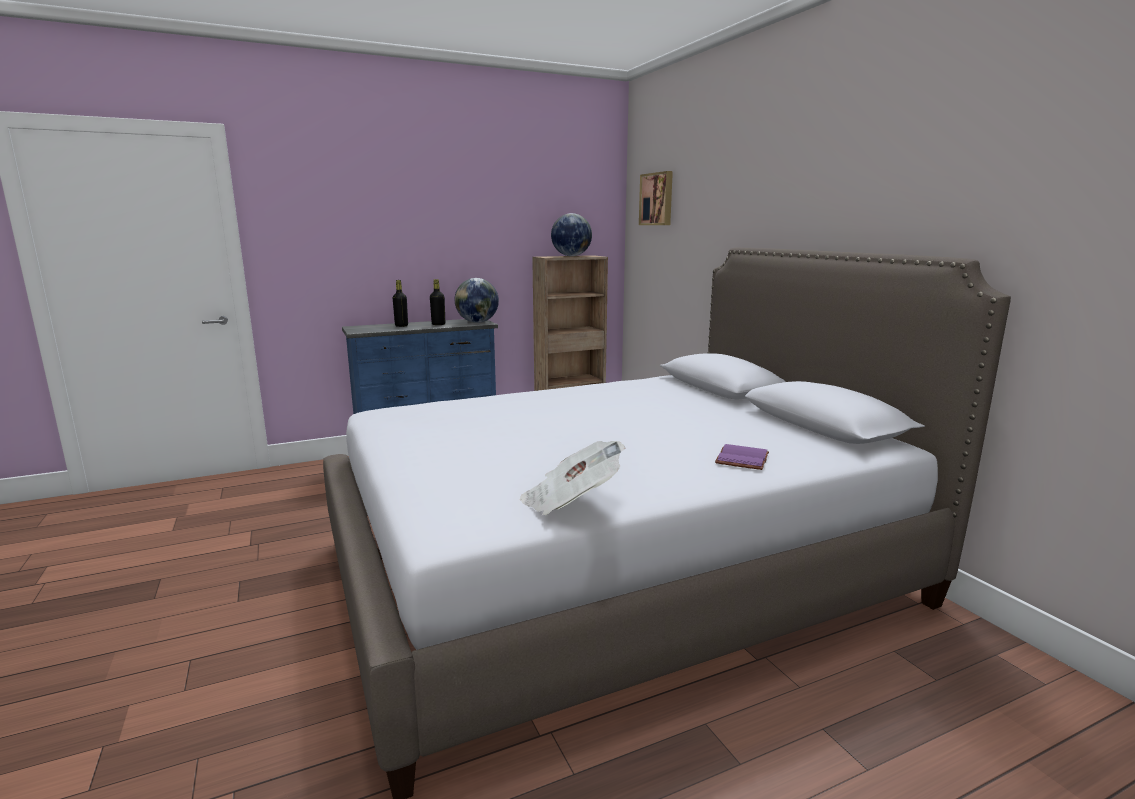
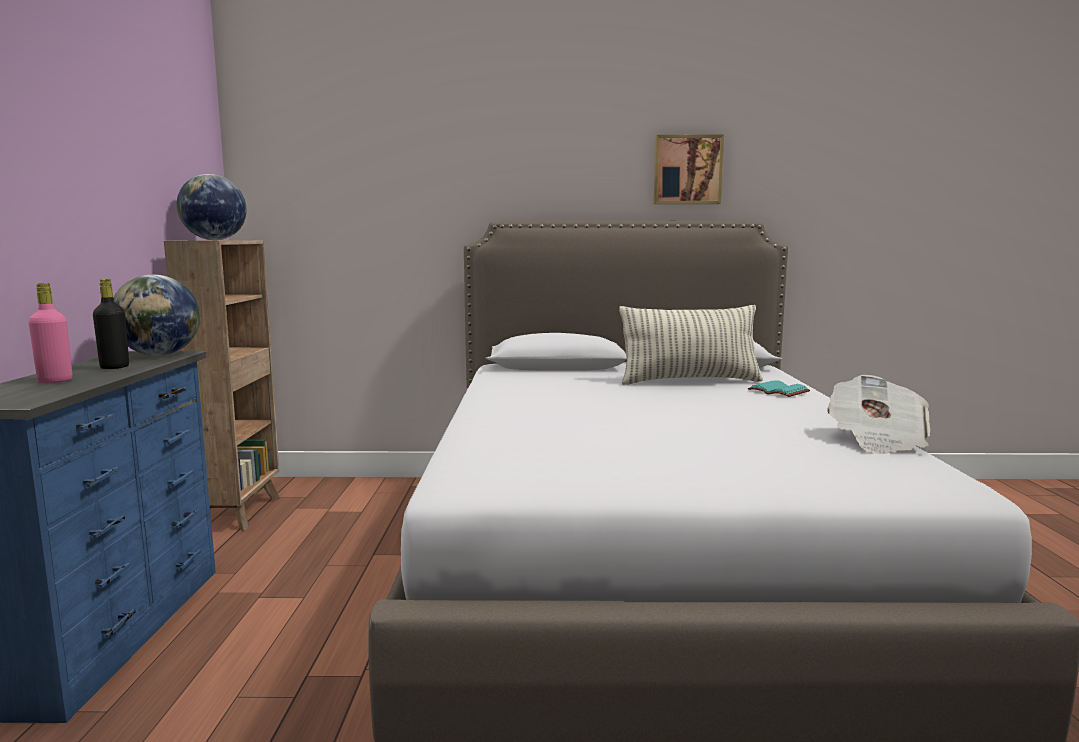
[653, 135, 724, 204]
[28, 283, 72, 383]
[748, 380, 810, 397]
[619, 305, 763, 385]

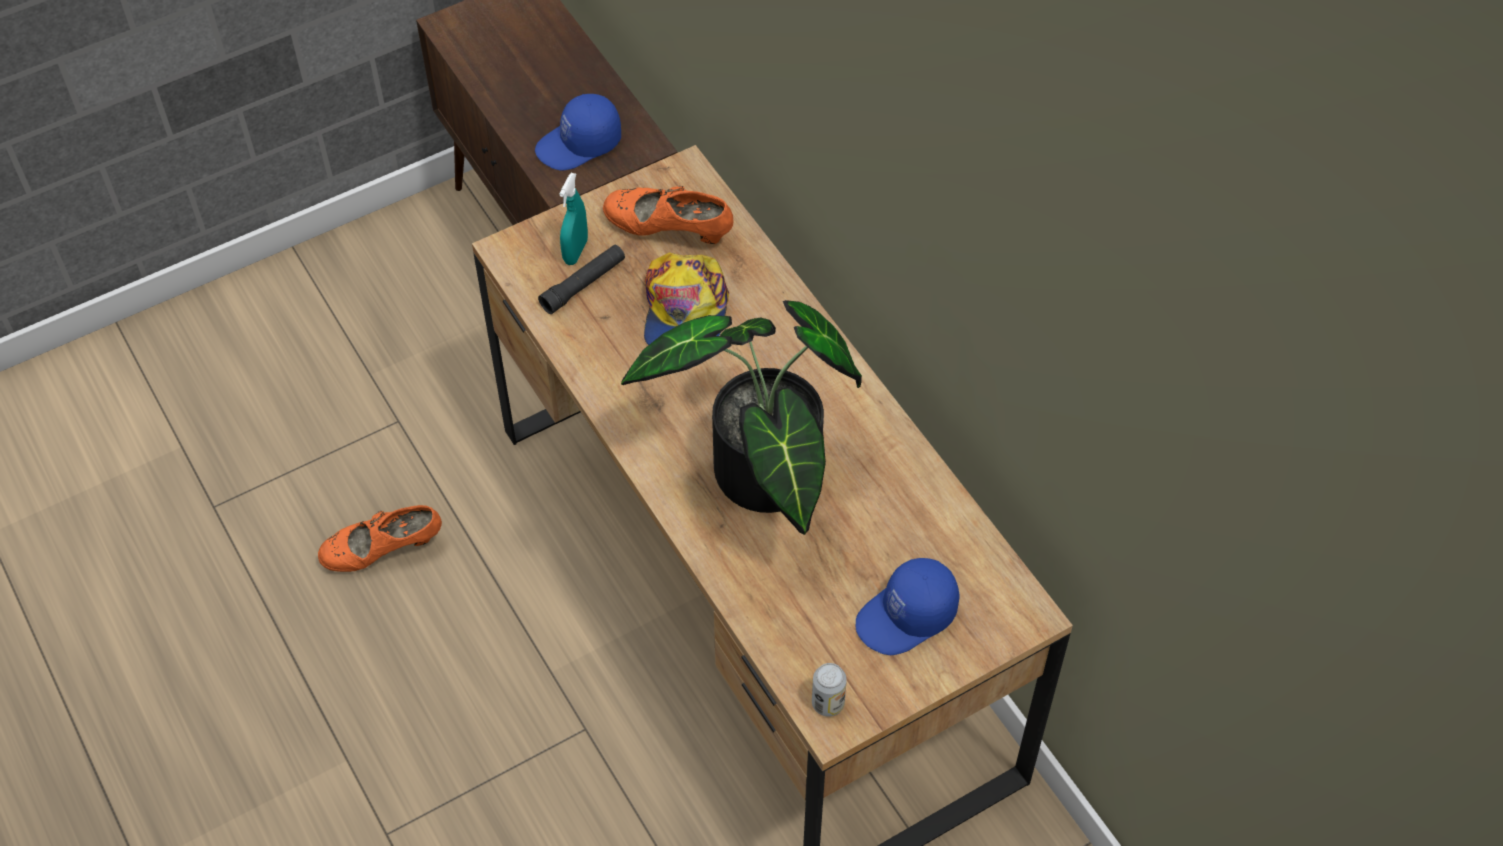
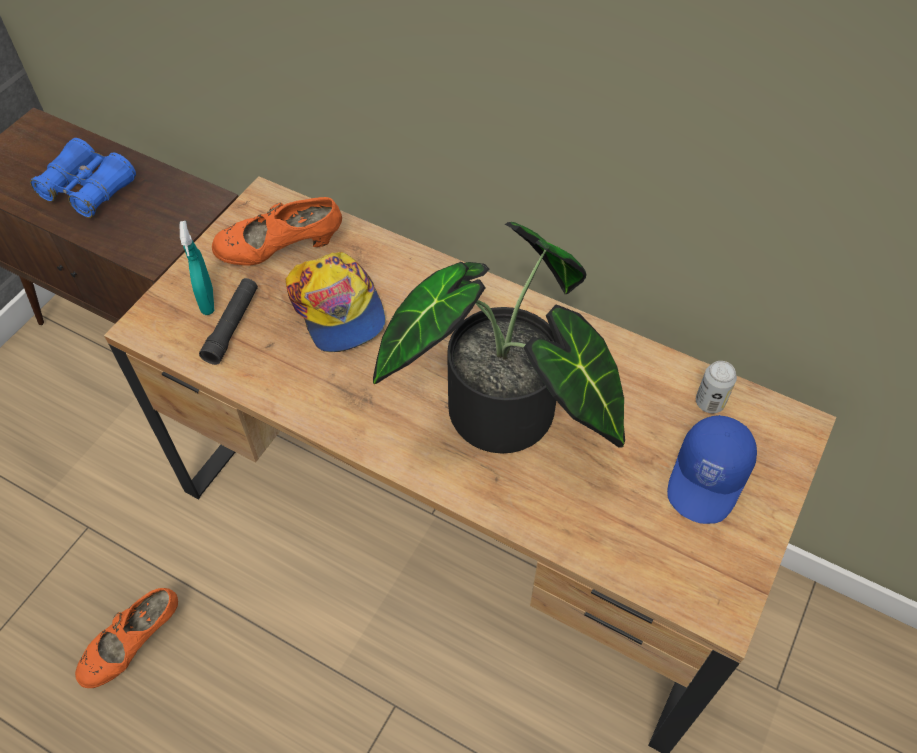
[535, 94, 621, 171] (first image)
[696, 361, 737, 413]
[30, 138, 136, 218]

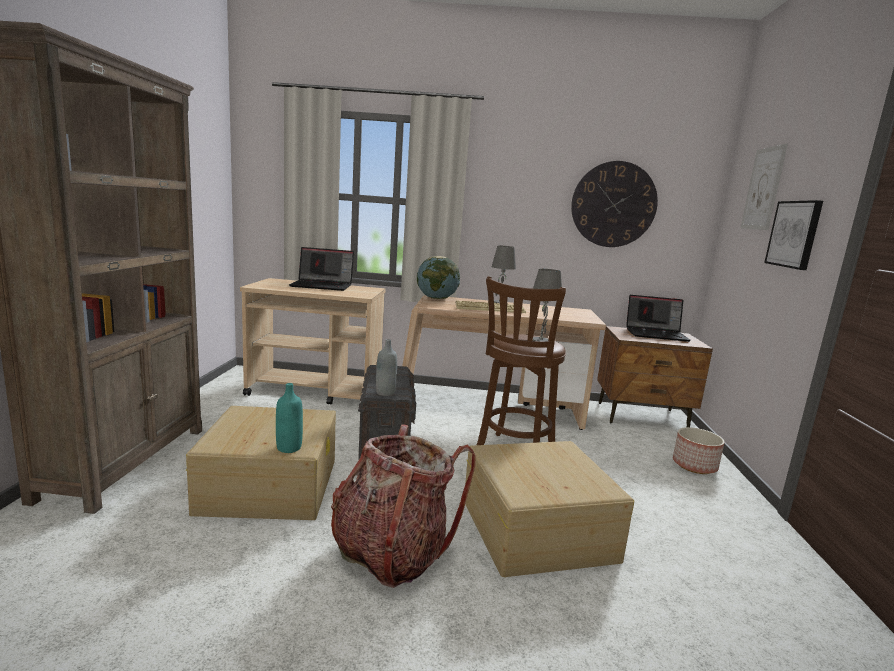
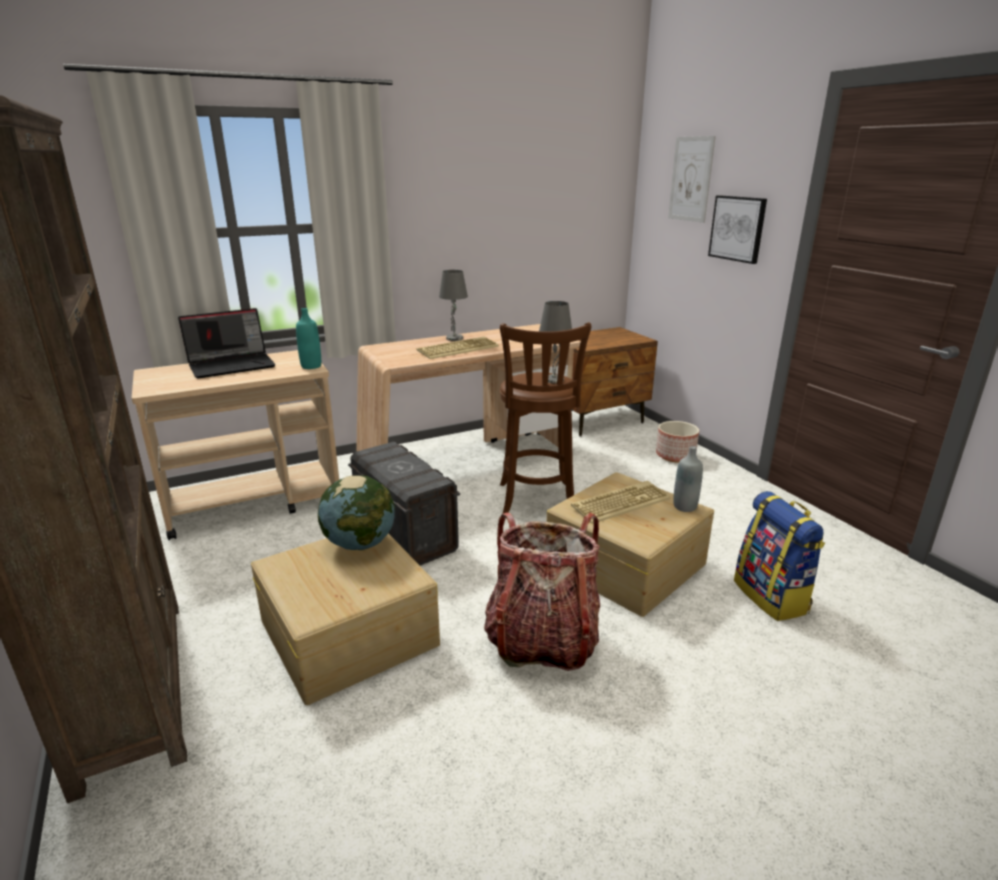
[571, 161, 658, 247] (first image)
[318, 475, 395, 550]
[626, 295, 691, 342] (first image)
[673, 446, 703, 512]
[296, 308, 321, 369]
[571, 481, 670, 524]
[734, 491, 825, 621]

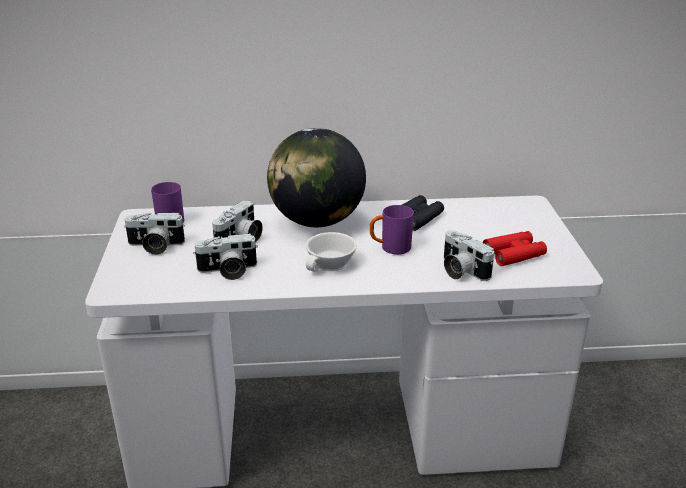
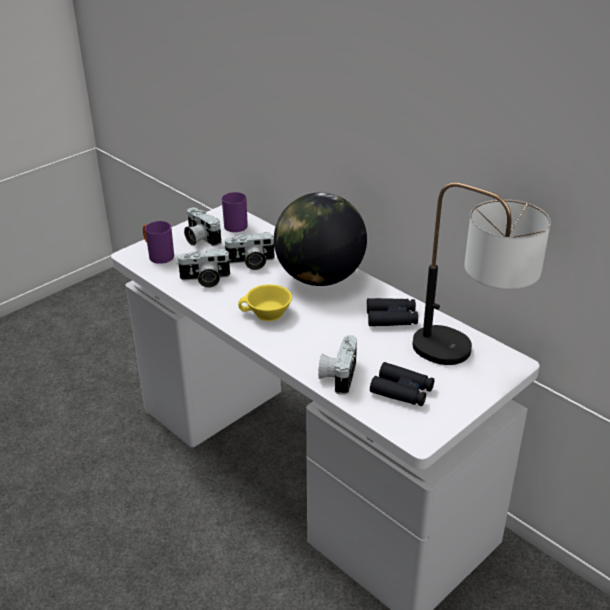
[143, 221, 174, 264]
[370, 362, 434, 406]
[238, 284, 292, 321]
[177, 249, 231, 288]
[413, 182, 551, 365]

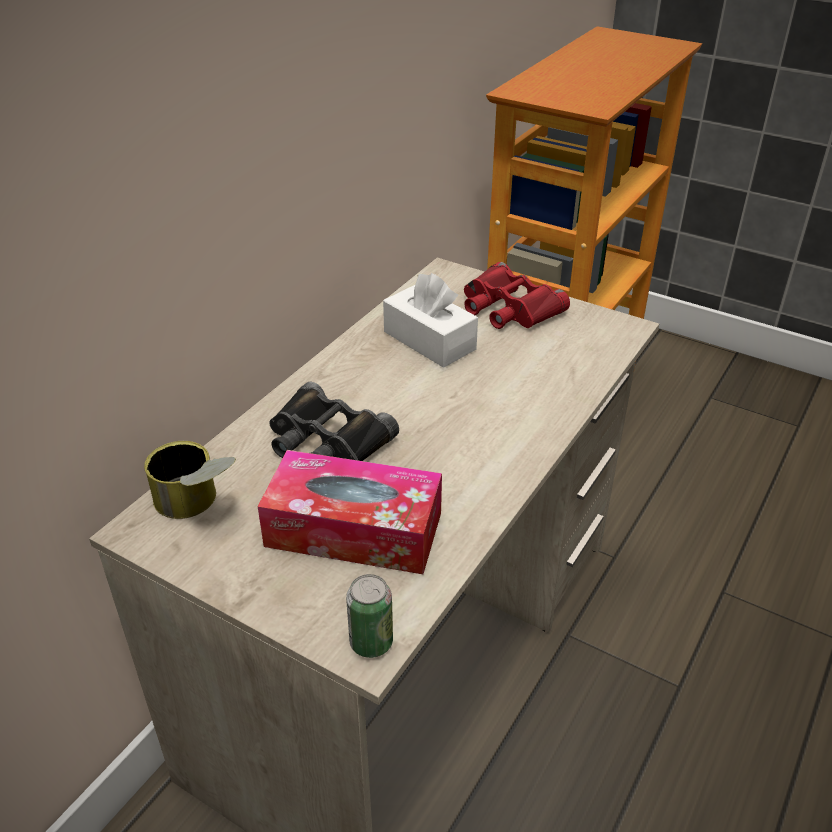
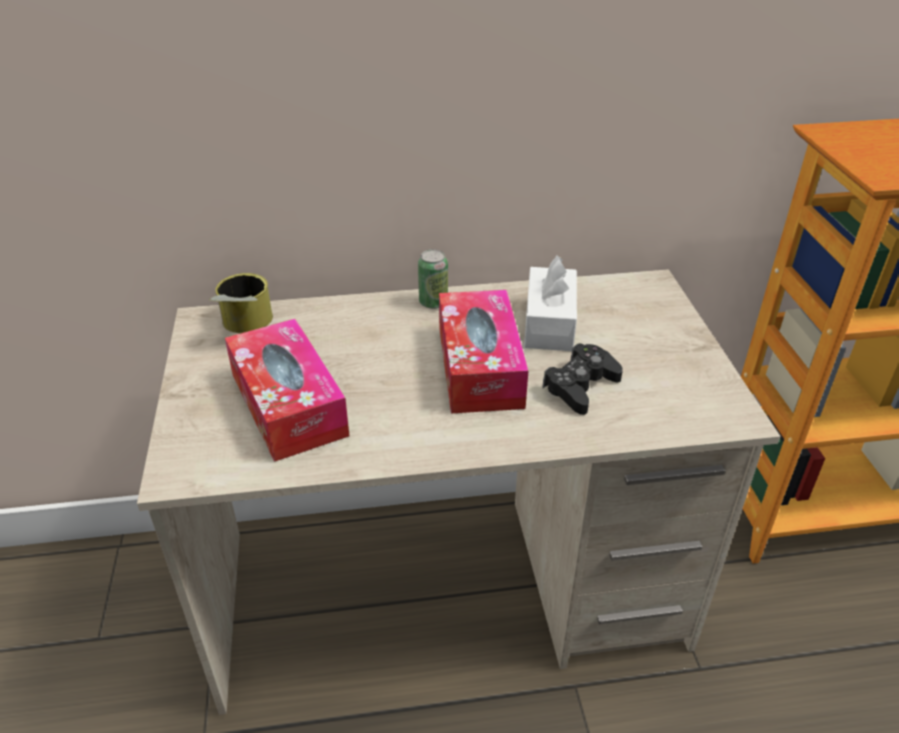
[464, 262, 570, 329] (first image)
[269, 382, 399, 461] (first image)
[418, 249, 448, 309]
[439, 290, 528, 414]
[542, 343, 623, 415]

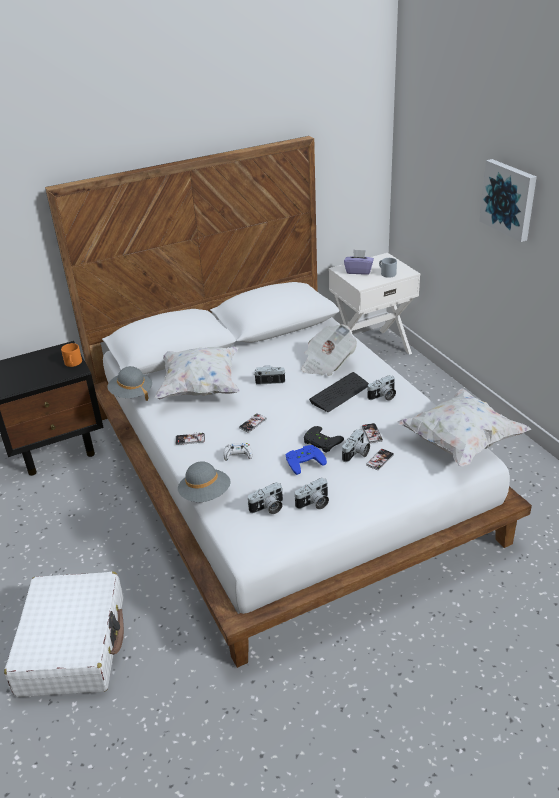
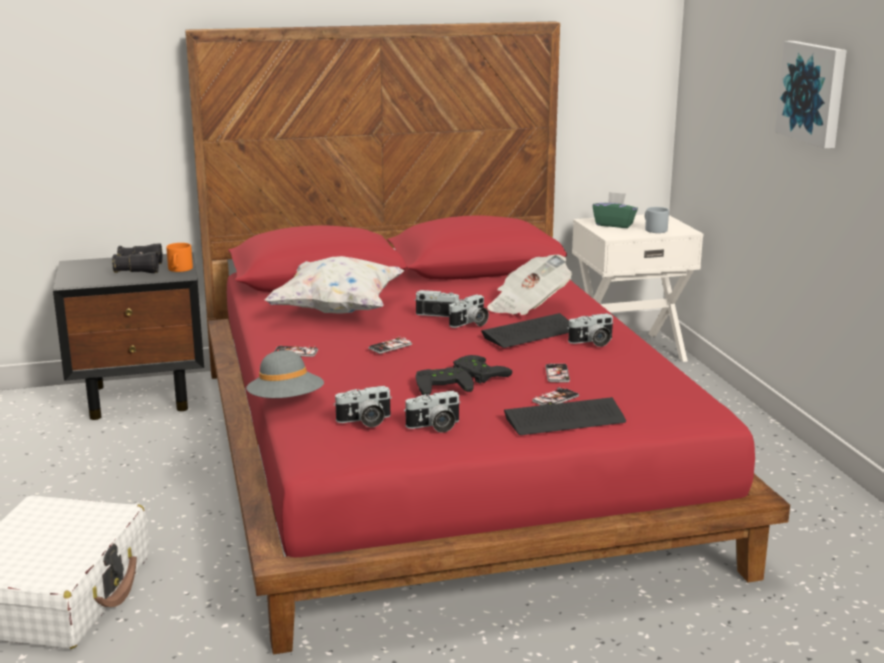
[185, 21, 790, 654]
[592, 192, 638, 228]
[107, 366, 152, 401] (first image)
[397, 388, 531, 466] (first image)
[449, 294, 489, 328]
[224, 443, 252, 461] (first image)
[416, 367, 474, 396]
[112, 243, 163, 273]
[504, 397, 626, 435]

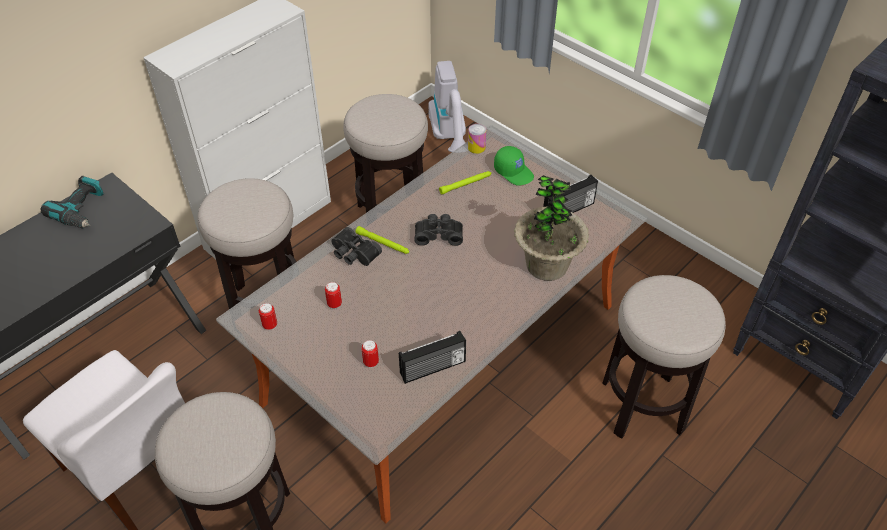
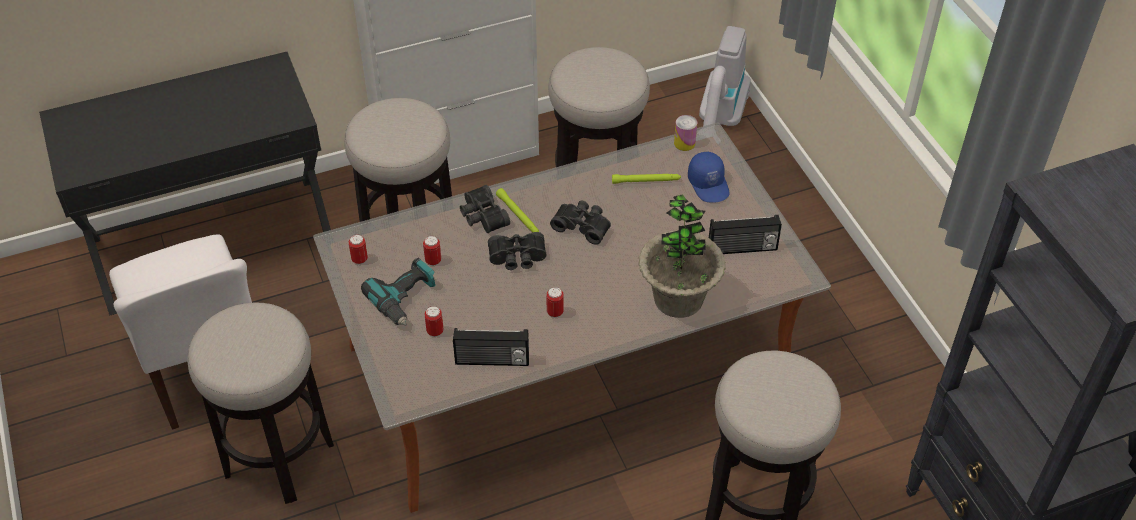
[688, 152, 730, 203]
[361, 258, 436, 326]
[488, 232, 546, 270]
[546, 287, 564, 318]

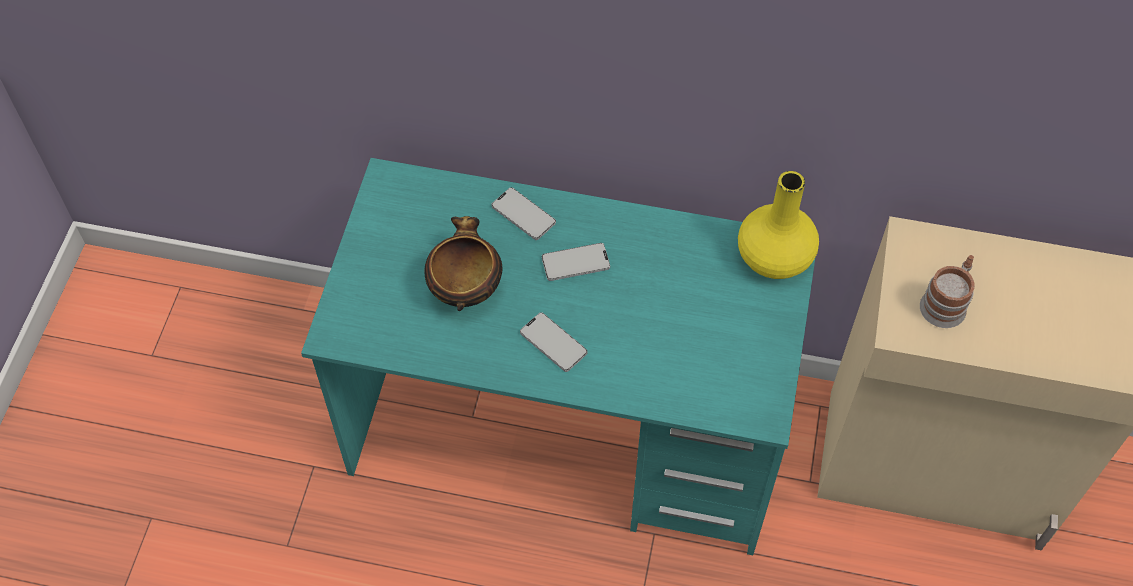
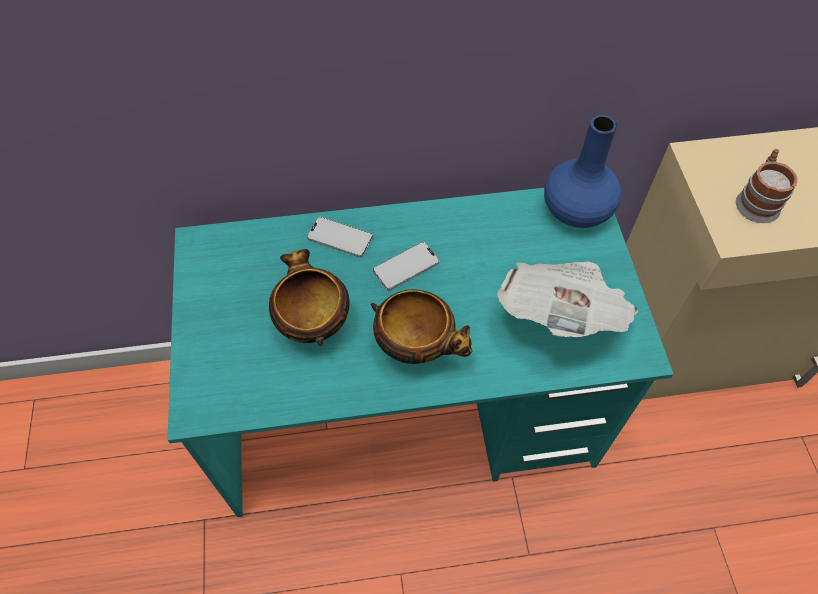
[544, 115, 621, 228]
[371, 289, 472, 364]
[497, 261, 638, 337]

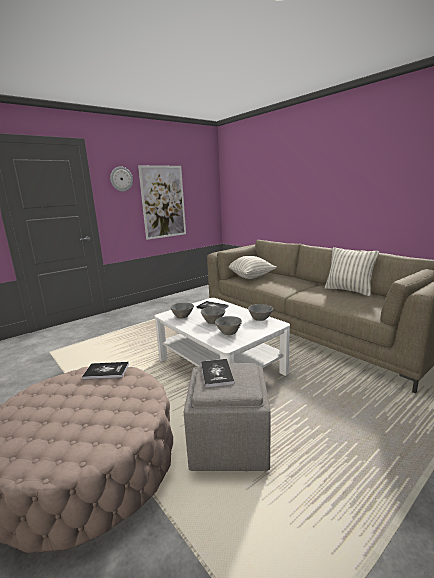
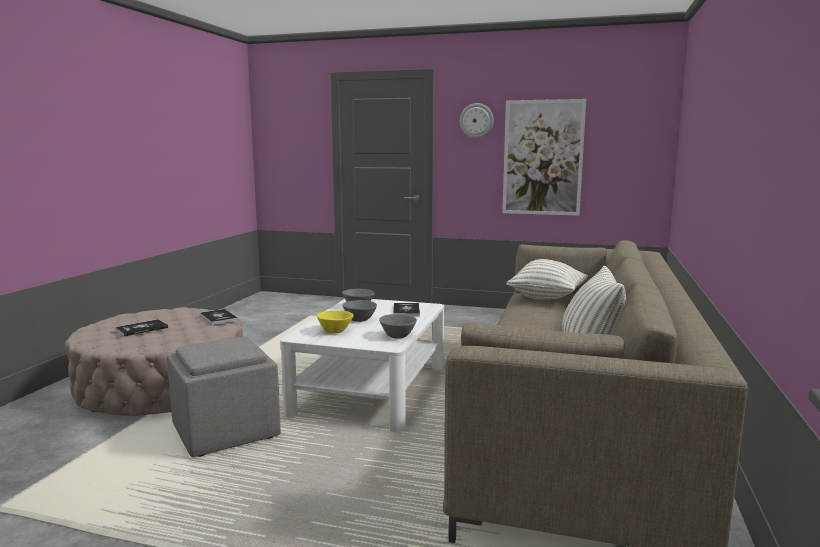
[317, 310, 354, 334]
[115, 319, 168, 337]

